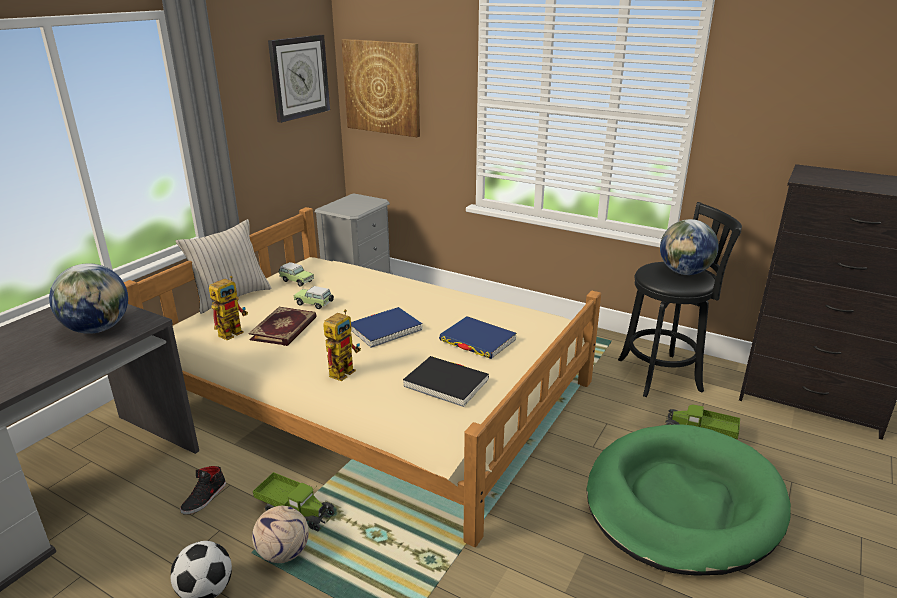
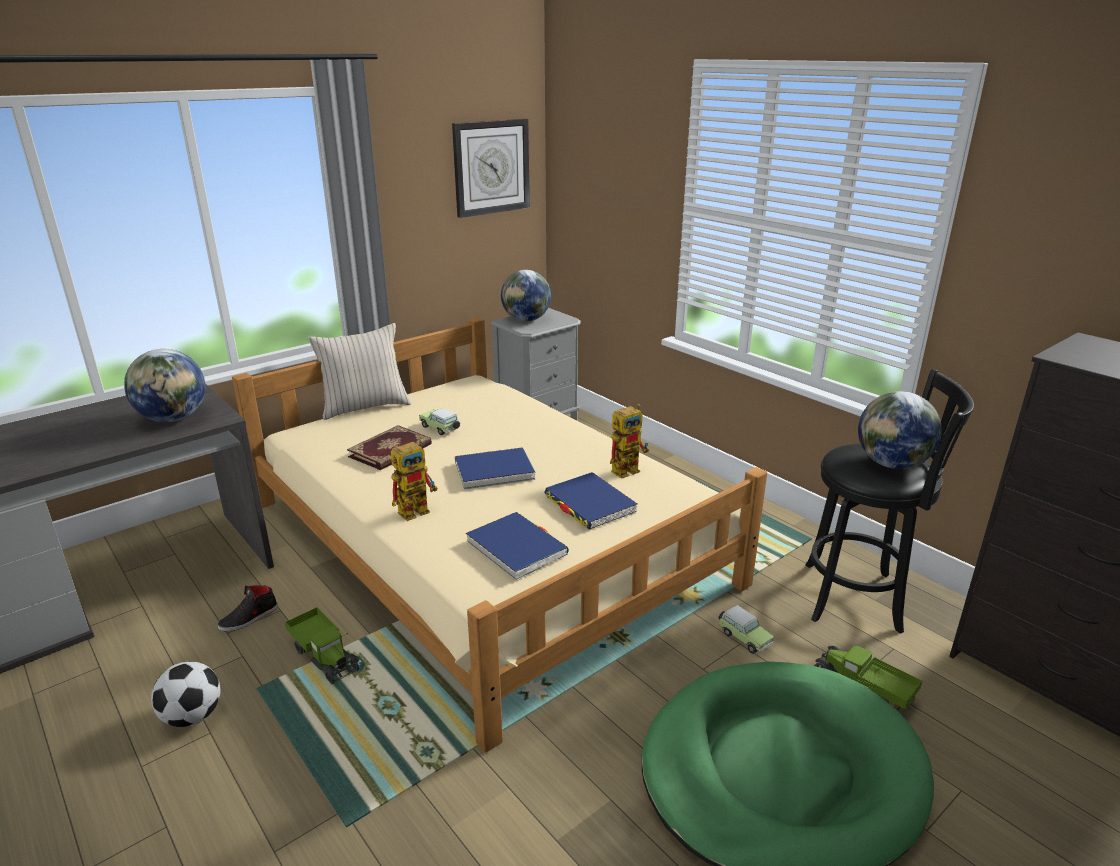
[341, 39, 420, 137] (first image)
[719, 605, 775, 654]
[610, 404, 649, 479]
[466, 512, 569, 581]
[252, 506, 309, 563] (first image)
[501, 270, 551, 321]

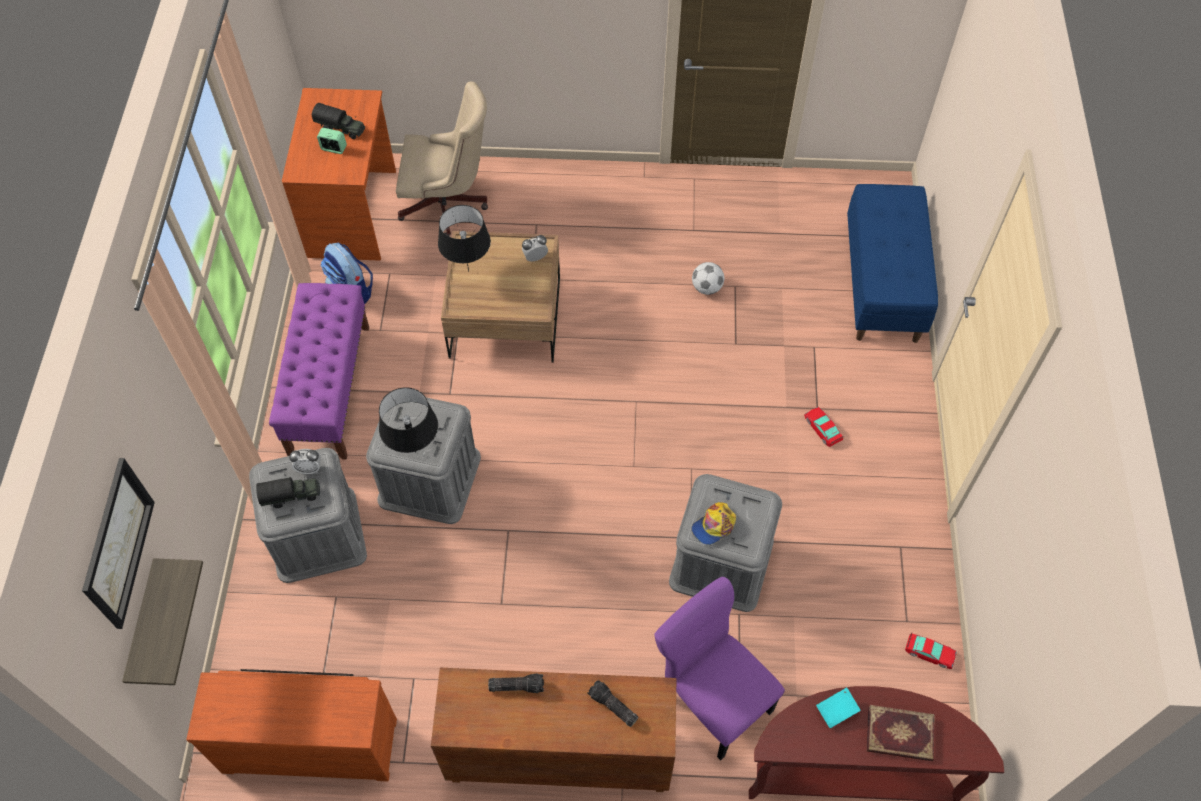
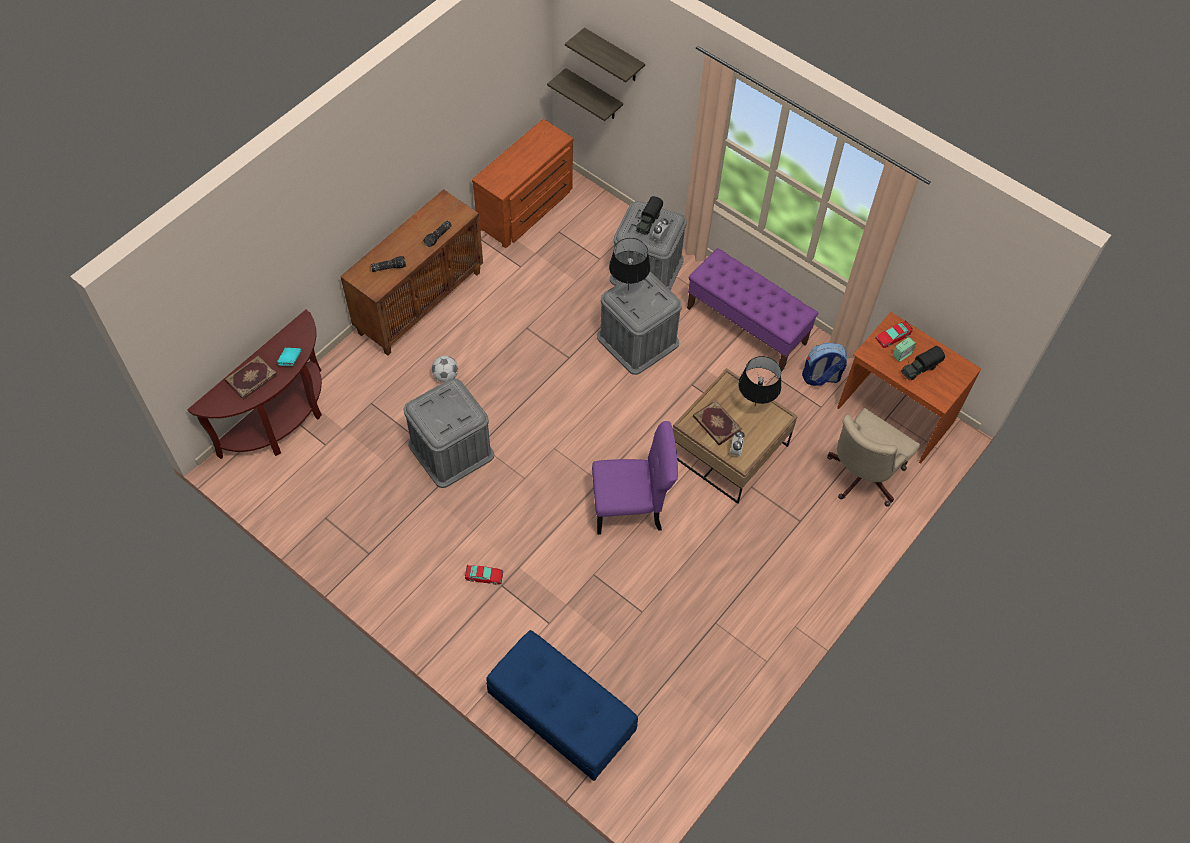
[432, 356, 458, 382]
[565, 27, 645, 83]
[691, 502, 736, 545] (first image)
[592, 421, 678, 535]
[875, 320, 913, 348]
[693, 400, 742, 445]

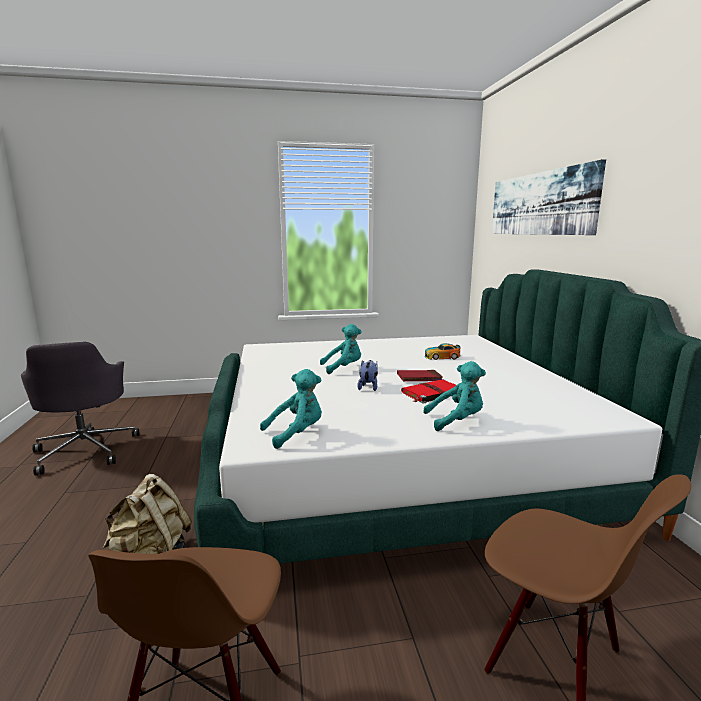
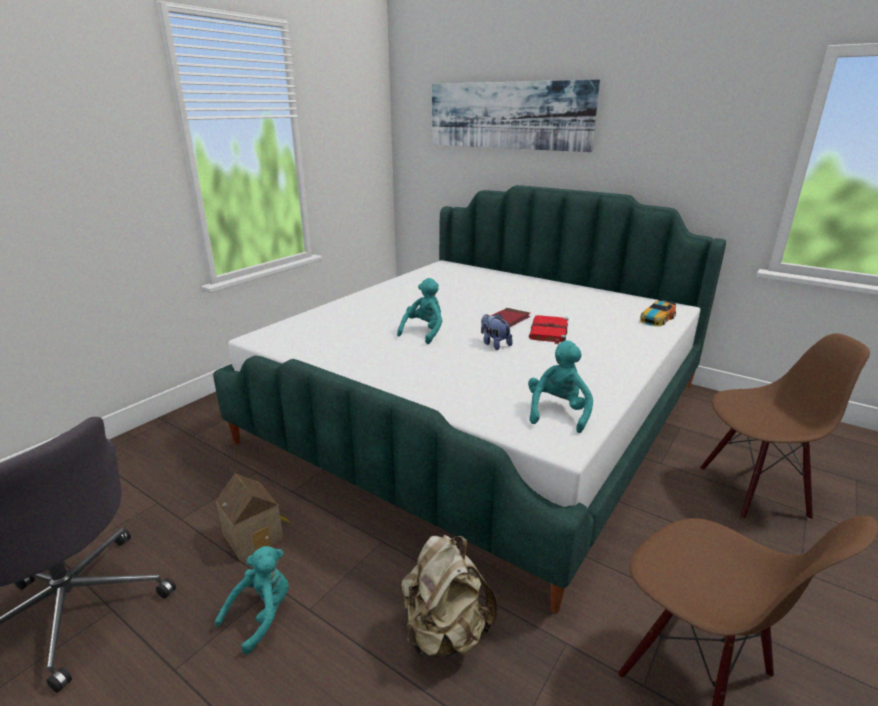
[640, 300, 676, 326]
[215, 546, 289, 654]
[216, 474, 290, 561]

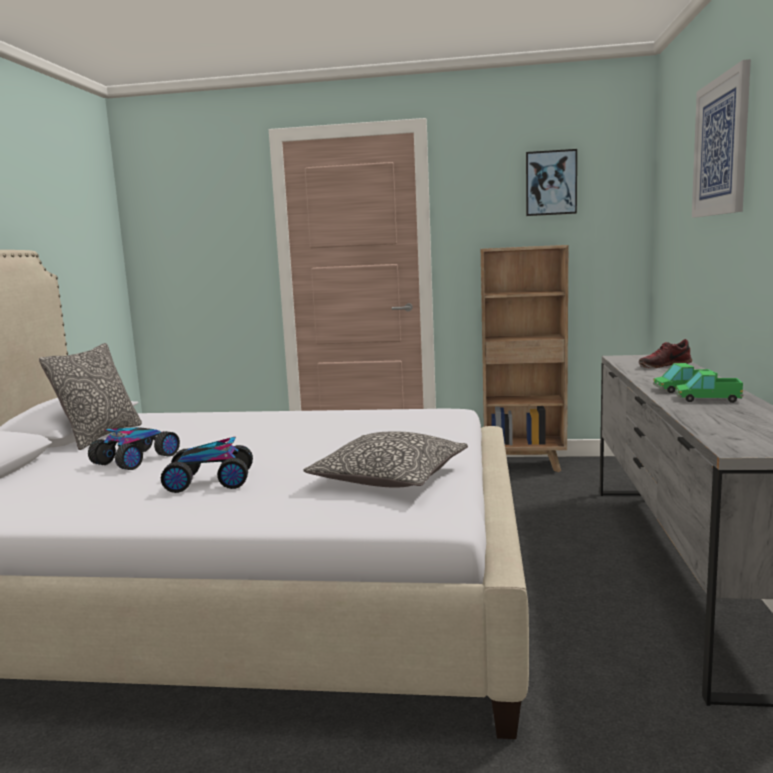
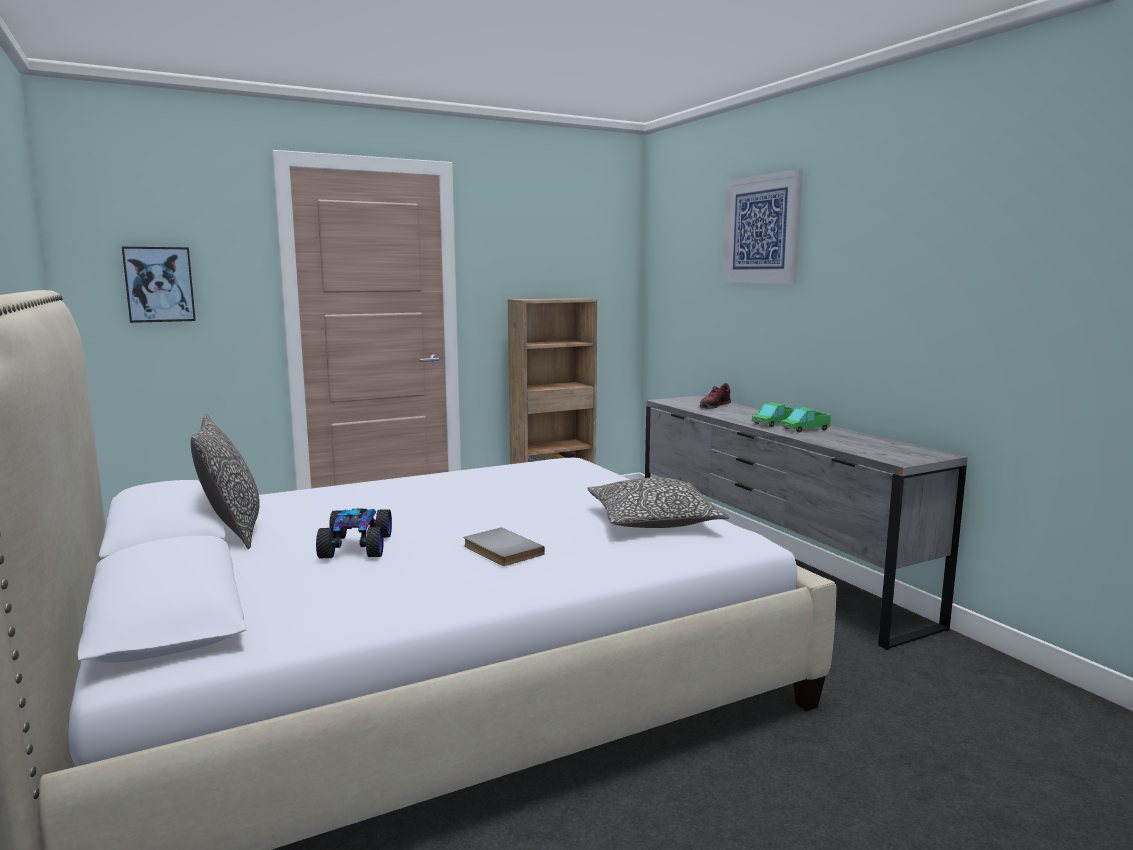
[122, 246, 196, 323]
[464, 527, 545, 566]

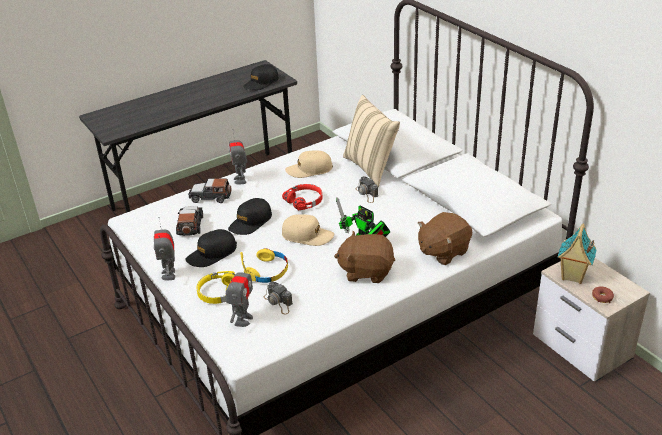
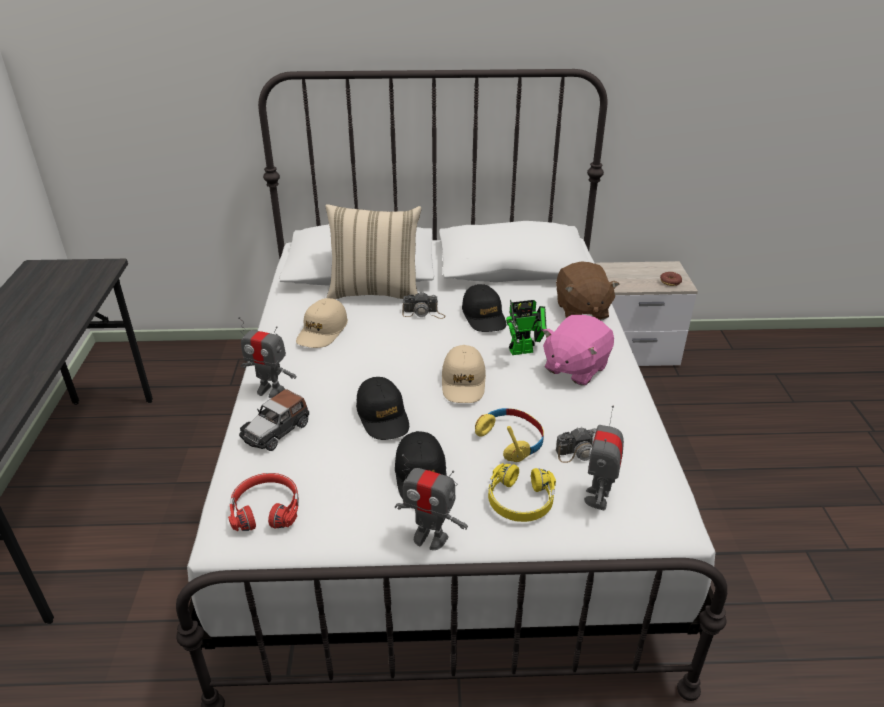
[462, 284, 506, 332]
[228, 473, 299, 531]
[176, 206, 203, 236] (first image)
[442, 345, 486, 403]
[557, 223, 597, 284] (first image)
[543, 315, 614, 386]
[584, 406, 624, 510]

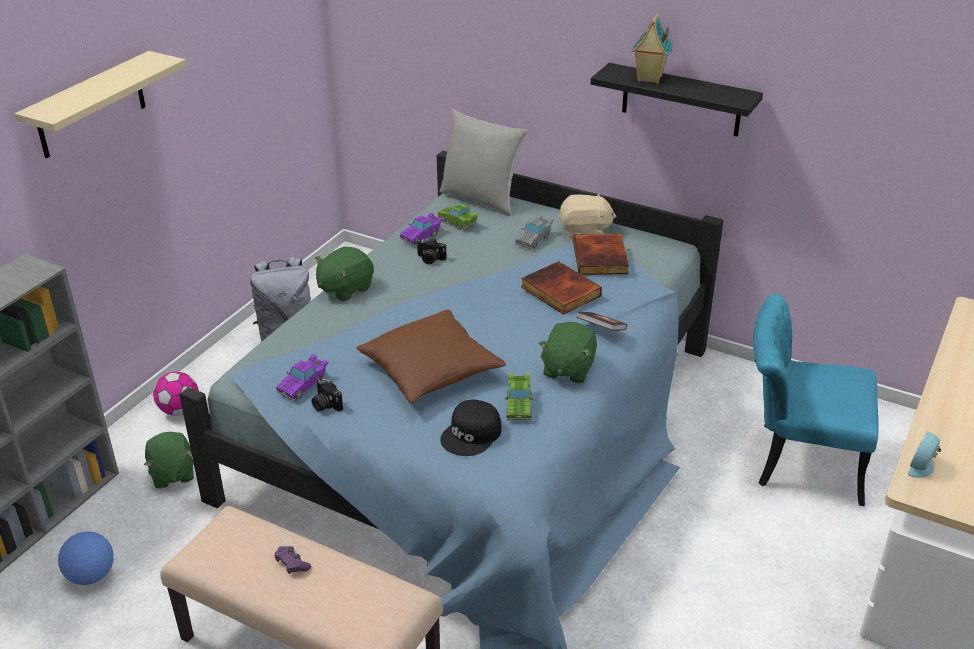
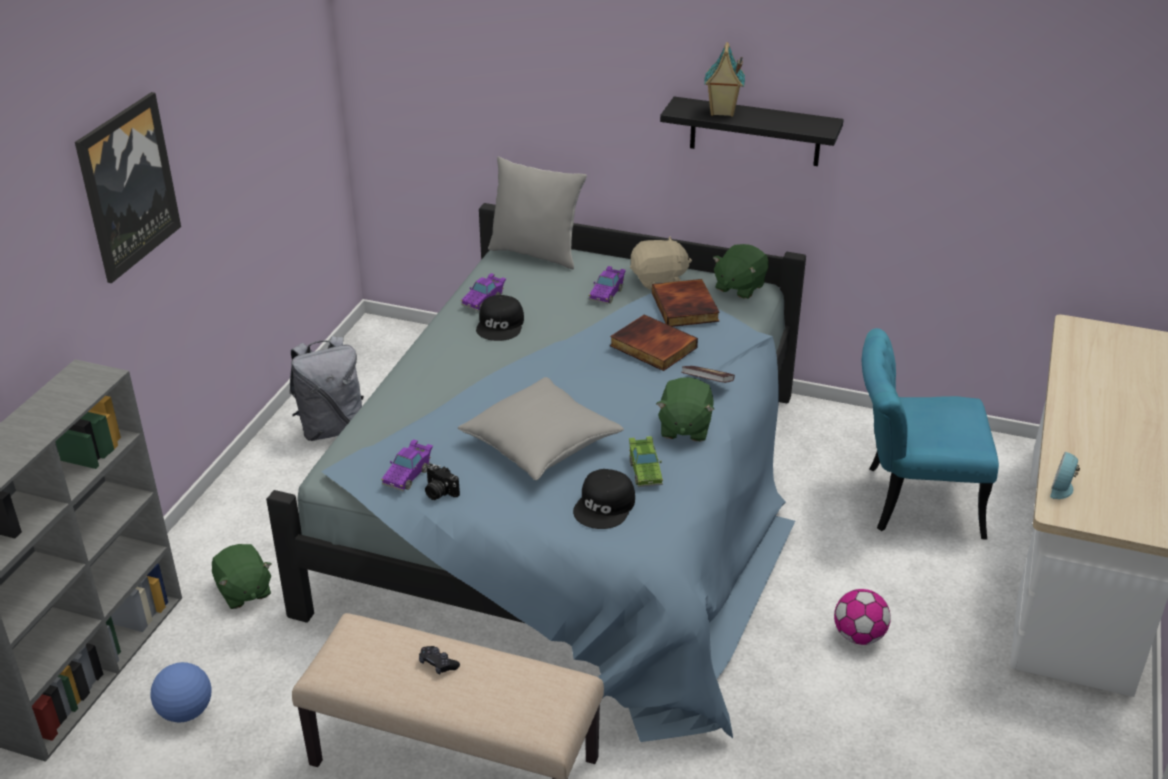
[75, 92, 181, 283]
[437, 204, 481, 230] (first image)
[589, 266, 626, 304]
[476, 295, 524, 341]
[713, 244, 769, 299]
[458, 377, 624, 480]
[834, 589, 891, 645]
[419, 646, 460, 675]

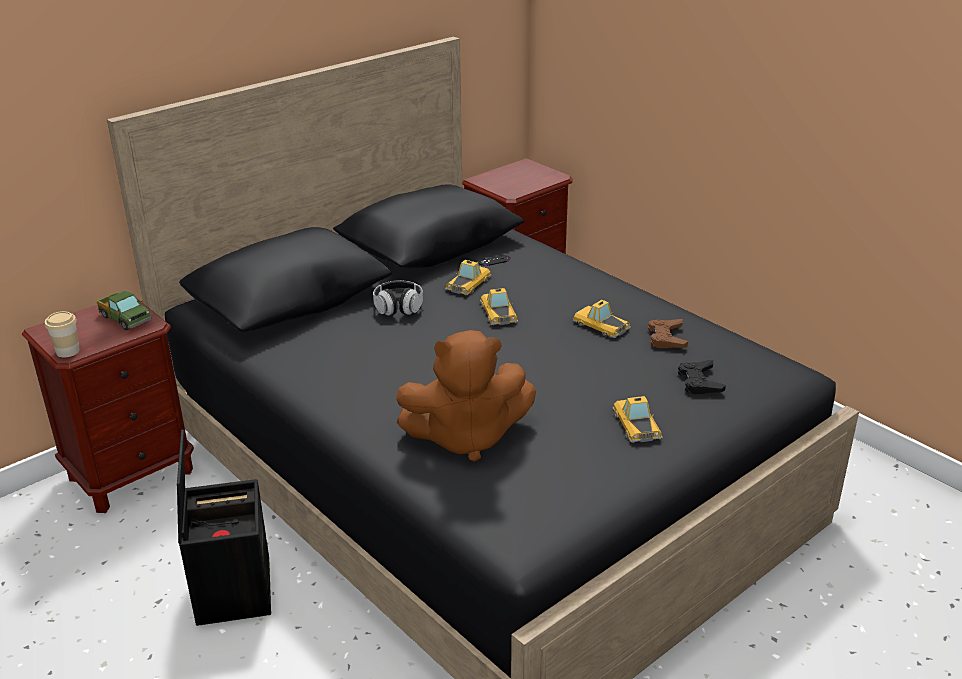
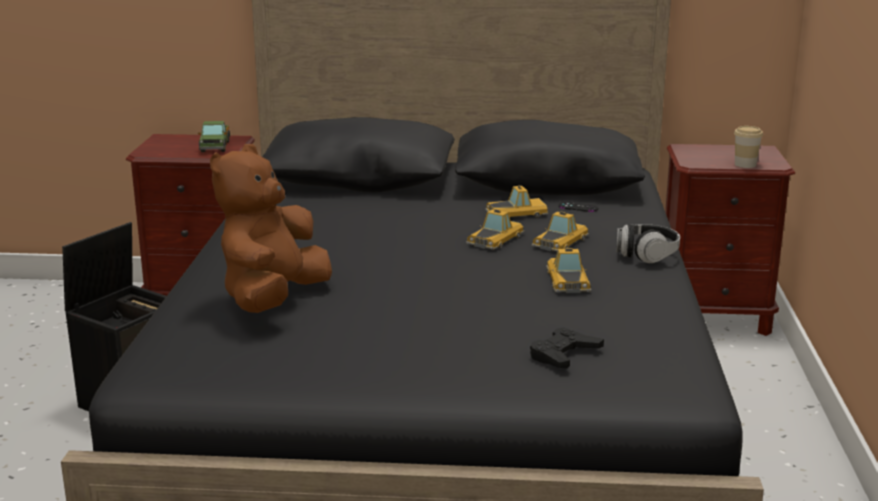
[616, 224, 680, 263]
[734, 126, 763, 168]
[648, 319, 688, 348] (first image)
[210, 144, 332, 313]
[531, 211, 589, 251]

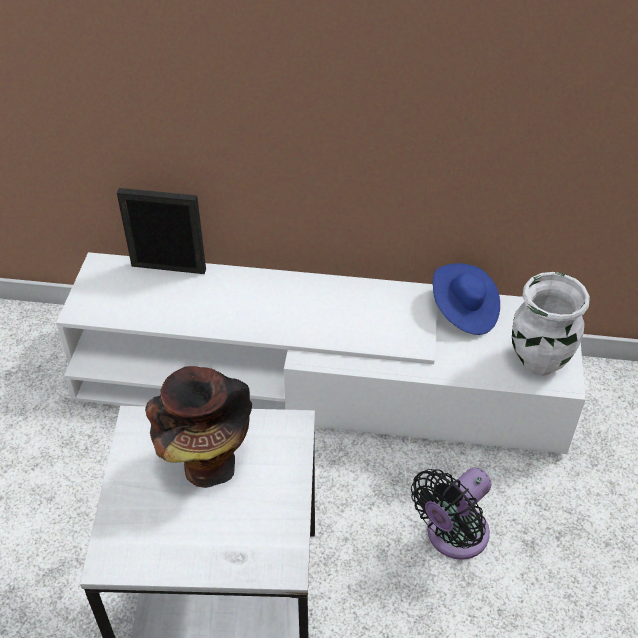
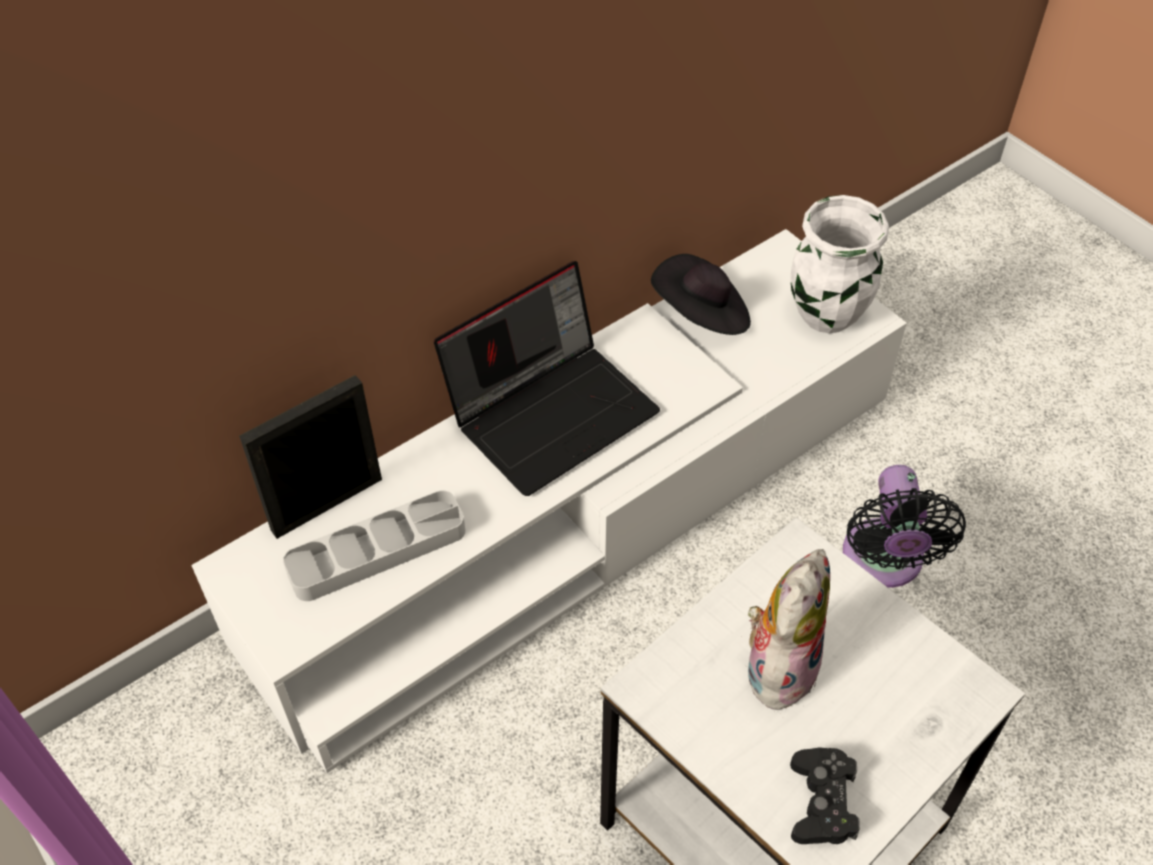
[651, 254, 751, 335]
[746, 549, 830, 714]
[434, 261, 660, 496]
[283, 490, 465, 601]
[790, 747, 860, 844]

